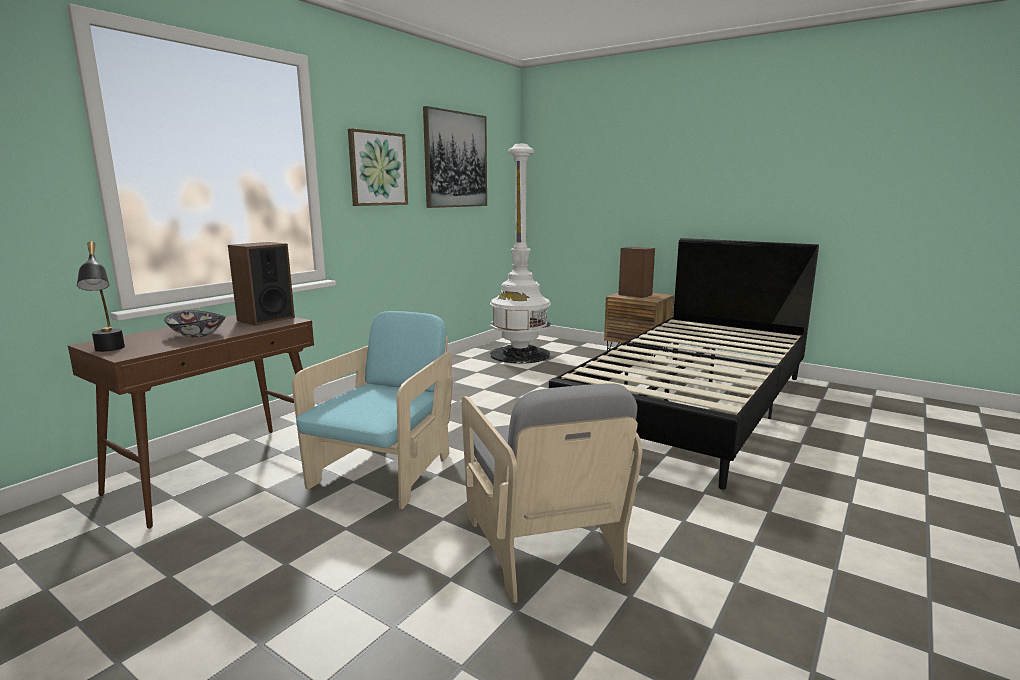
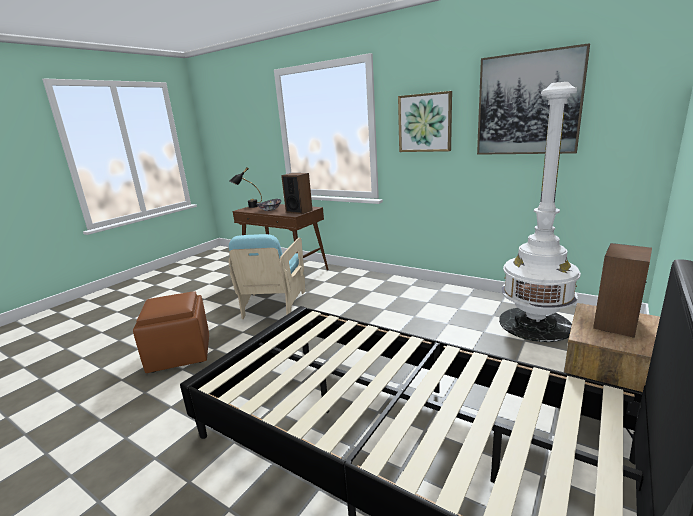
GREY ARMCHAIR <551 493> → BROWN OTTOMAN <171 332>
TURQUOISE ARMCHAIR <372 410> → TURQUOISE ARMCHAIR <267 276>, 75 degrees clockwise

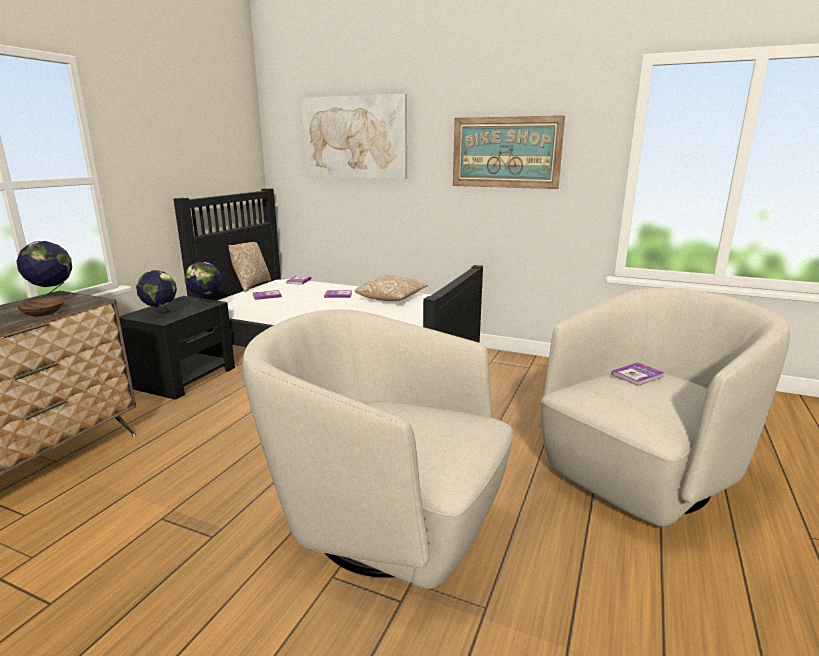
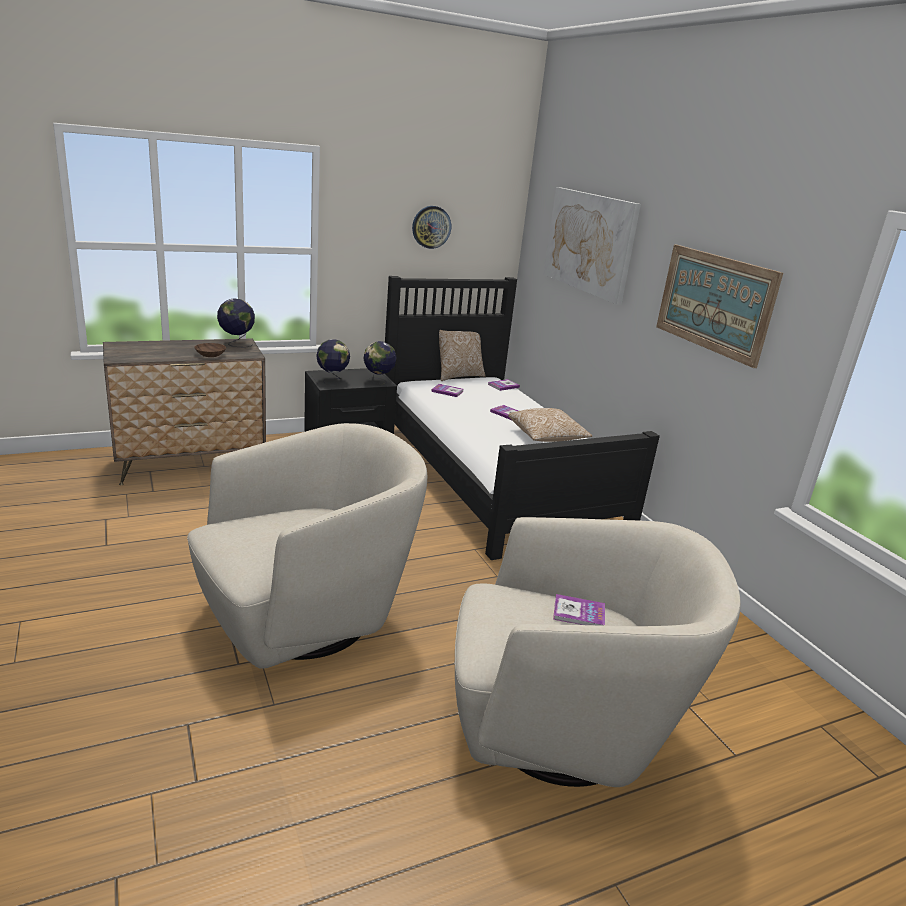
- → WALL CLOCK <431 227>
BEIGE ARMCHAIR <377 449> → BEIGE ARMCHAIR <307 546>, 75 degrees clockwise

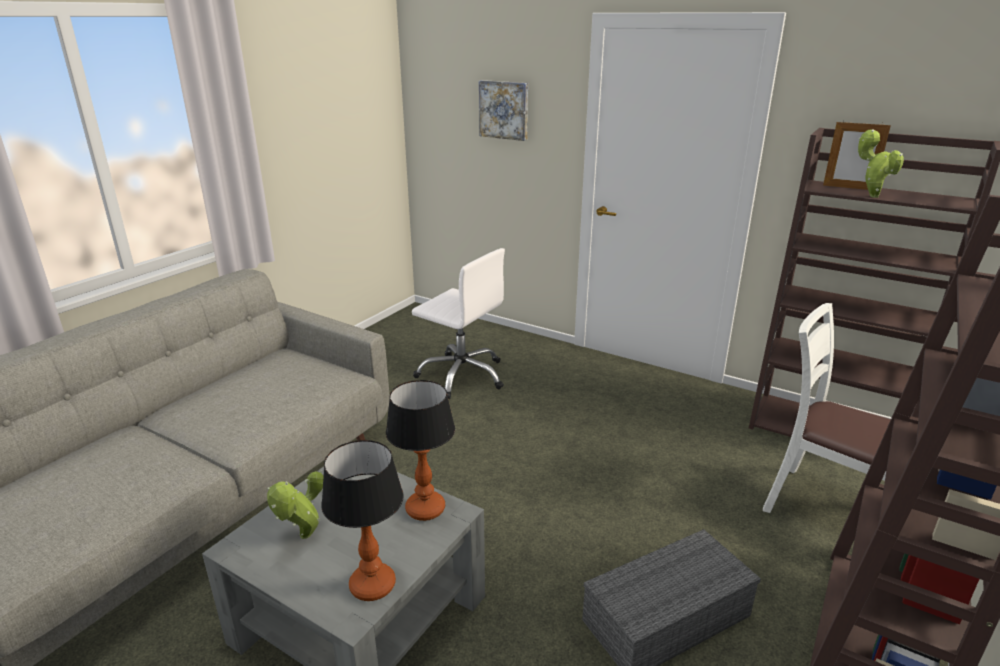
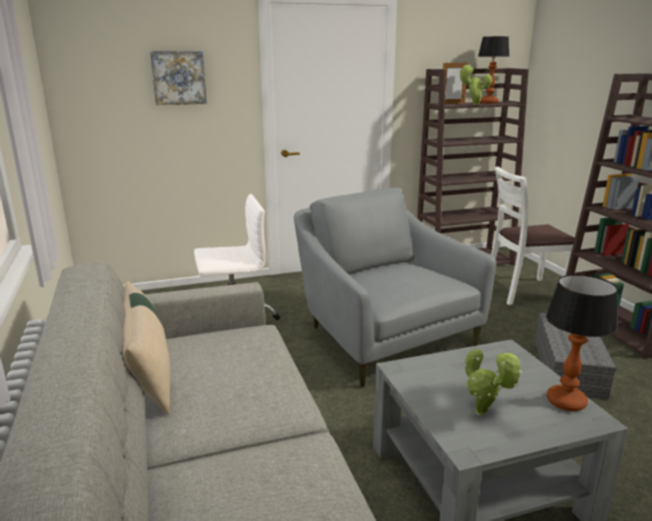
- → BEIGE PILLOW <147 347>
- → GREY ARMCHAIR <395 287>
TABLE LAMP <420 450> → TABLE LAMP <494 70>, relocated

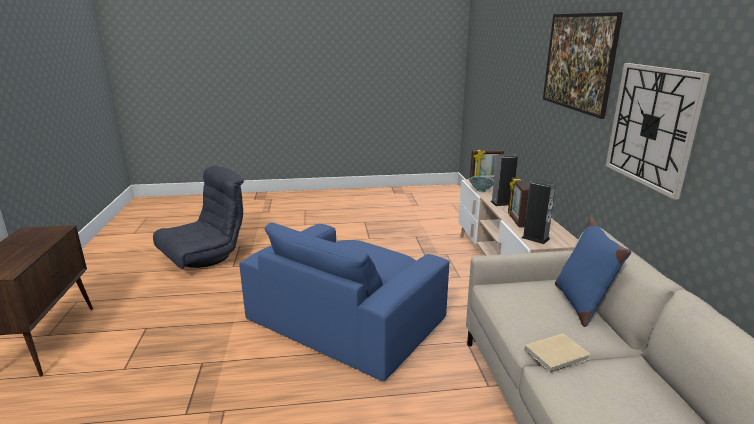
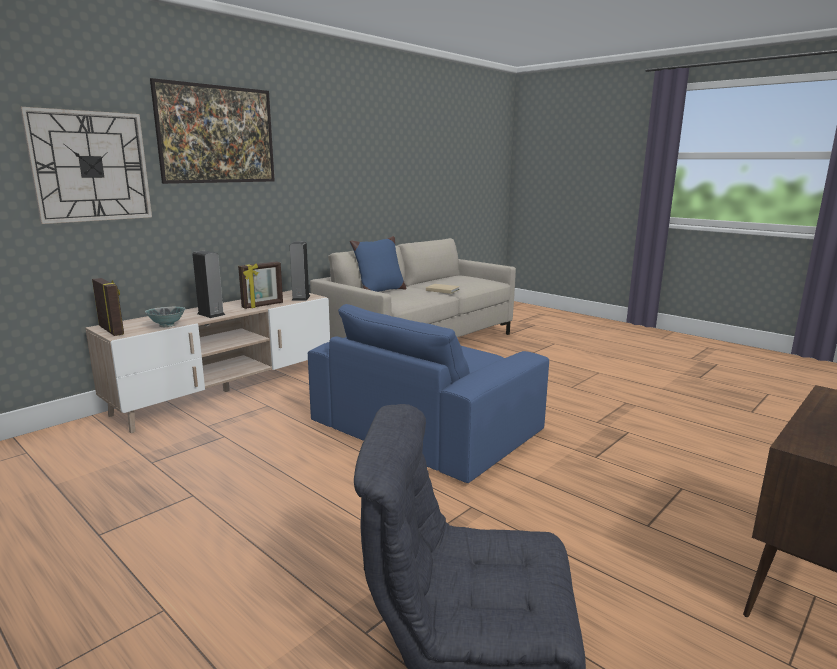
WALL CLOCK <658 131> → WALL CLOCK <86 165>, relocated
BLUE ARMCHAIR <344 302> → BLUE ARMCHAIR <428 393>, 135 degrees clockwise

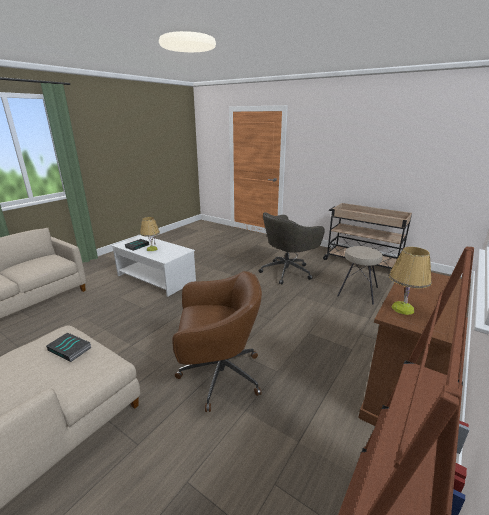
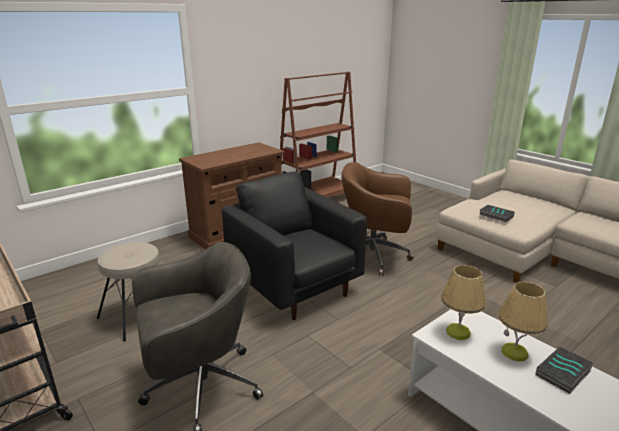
- → BLACK ARMCHAIR <294 245>
TABLE LAMP <410 281> → TABLE LAMP <463 302>, relocated

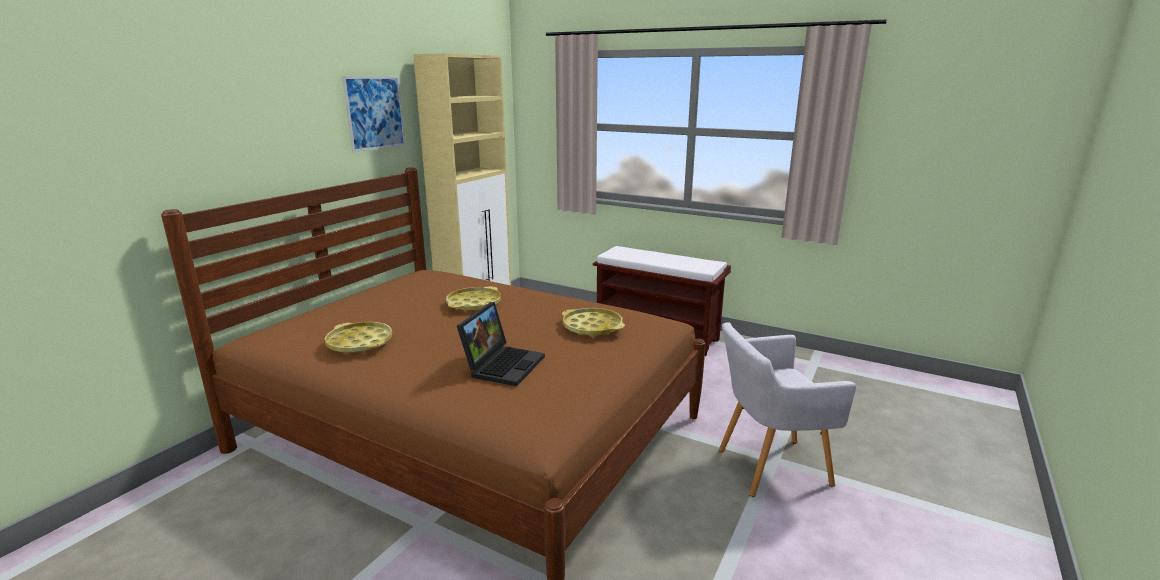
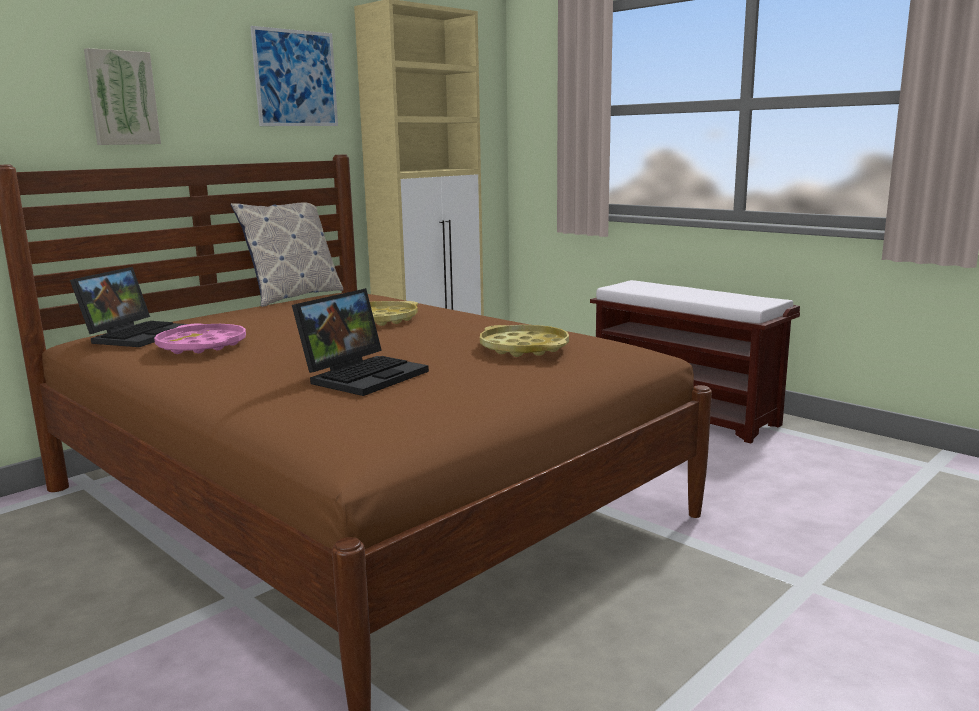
GREY ARMCHAIR <787 409> → -
- → LAPTOP <128 307>
- → PICTURE <122 96>
- → PILLOW <287 254>
YELLOW TRAY <358 338> → PINK TRAY <200 338>

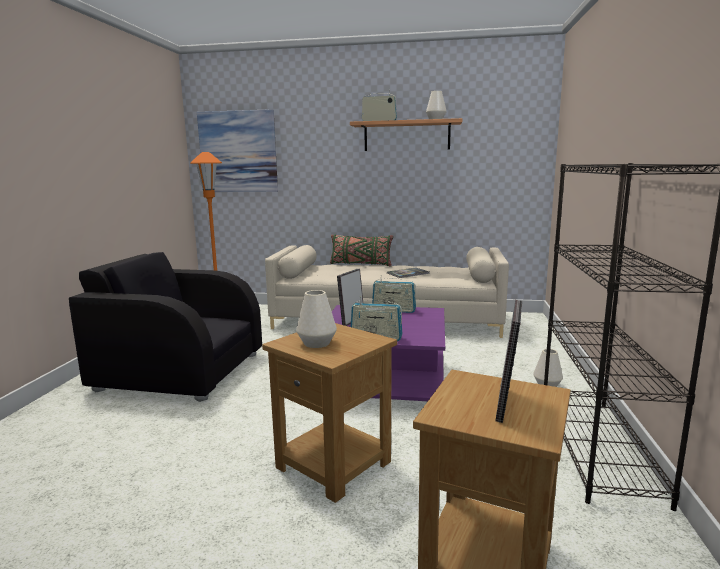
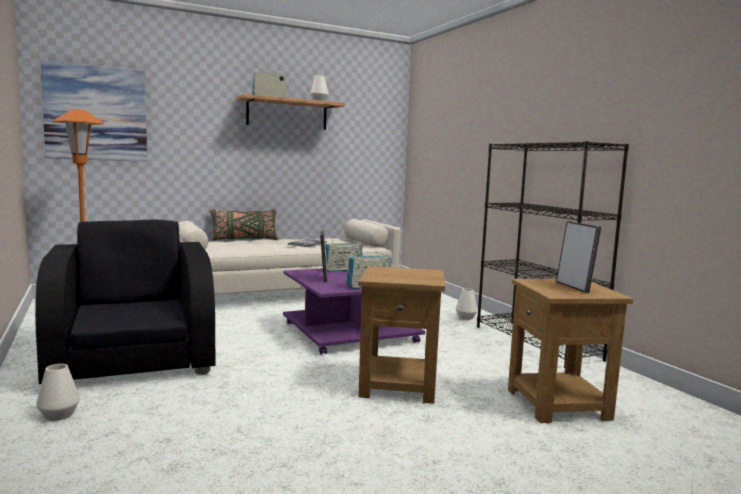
WHITE VASE <316 319> → WHITE VASE <58 392>, relocated
BLACK ARMCHAIR <165 327> → BLACK ARMCHAIR <125 302>, 90 degrees clockwise

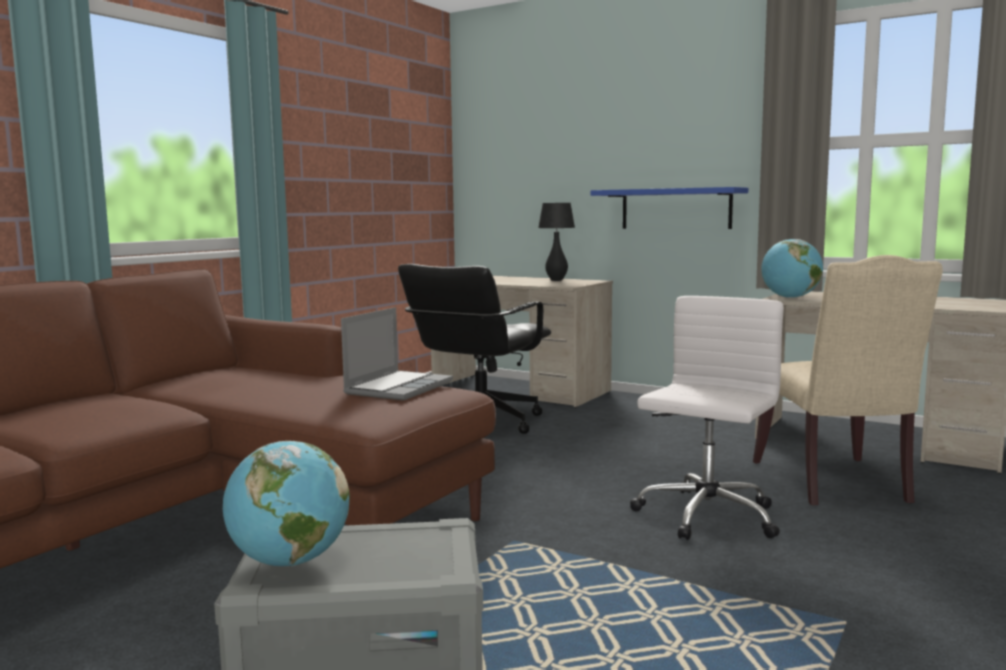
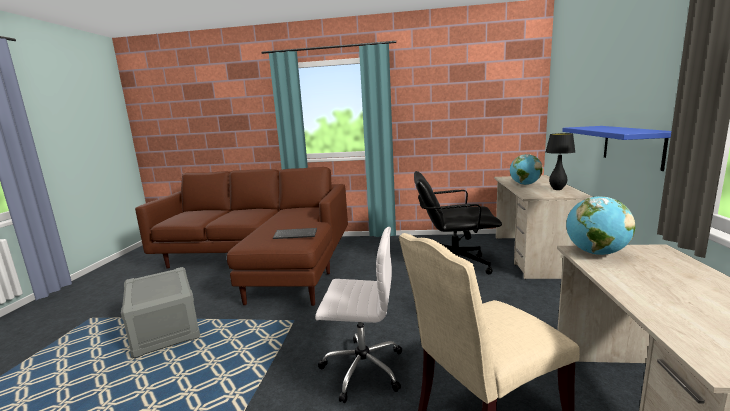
GLOBE <286 503> → GLOBE <526 169>, relocated
LAPTOP <397 354> → KEYBOARD <295 233>

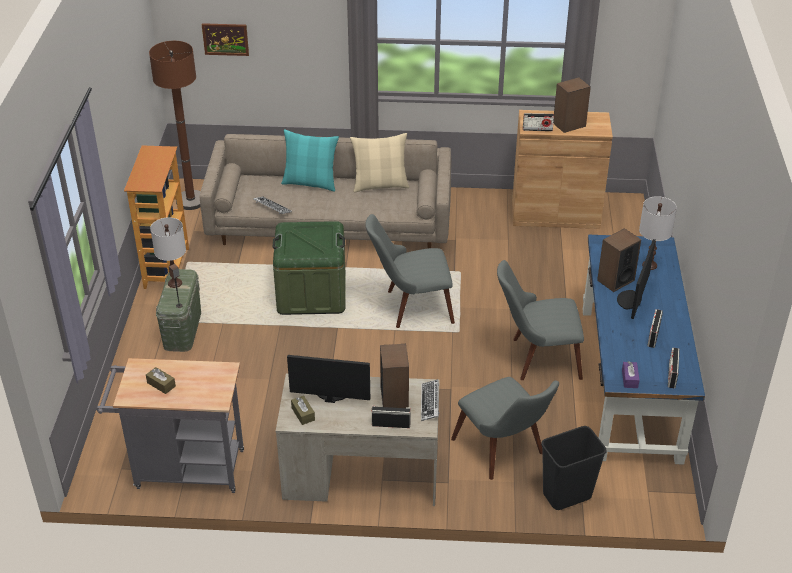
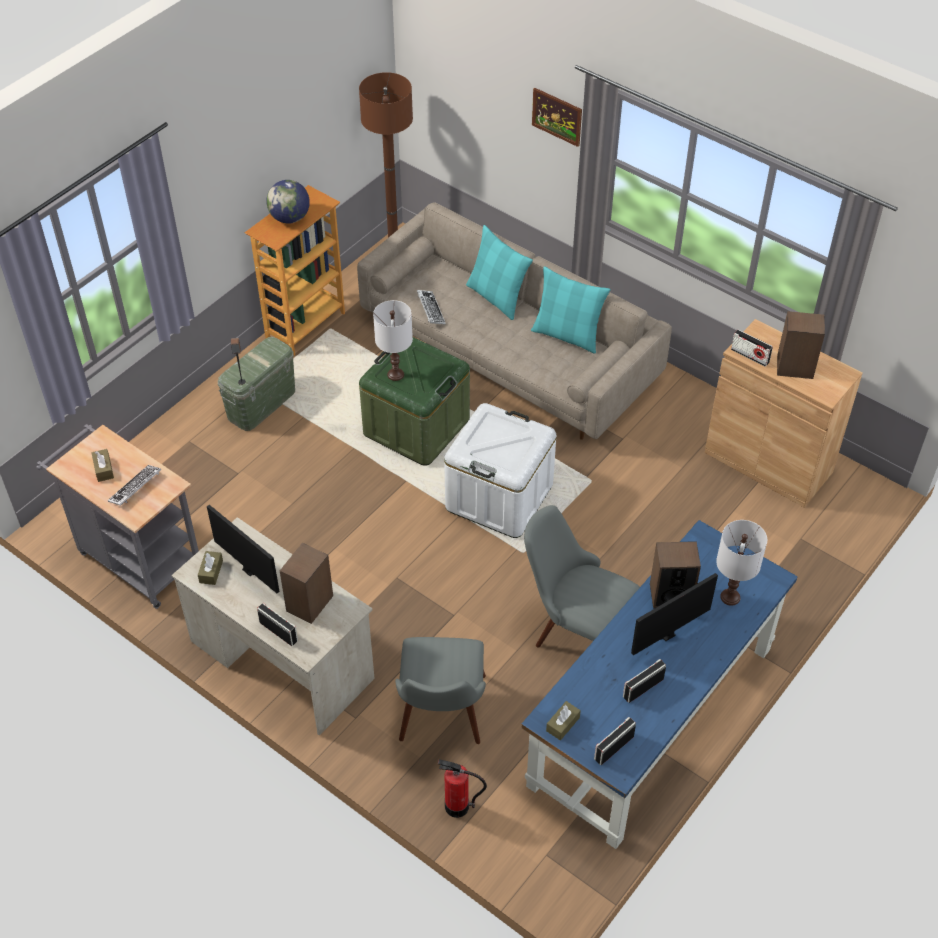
- → GLOBE <288 202>
WHITE TABLE LAMP <168 252> → WHITE TABLE LAMP <393 340>, relocated
PICTURE <225 39> → PICTURE <557 117>, relocated
KEYBOARD <430 400> → KEYBOARD <134 485>, relocated
GREY CHAIR <410 271> → WHITE STORAGE BOX <500 470>
BLACK TRASH CAN <574 468> → FIRE EXTINGUISHER <462 788>
BEIGE PILLOW <379 162> → TURQUOISE PILLOW <570 310>
PURPLE TISSUE BOX <631 374> → BROWN TISSUE BOX <563 720>

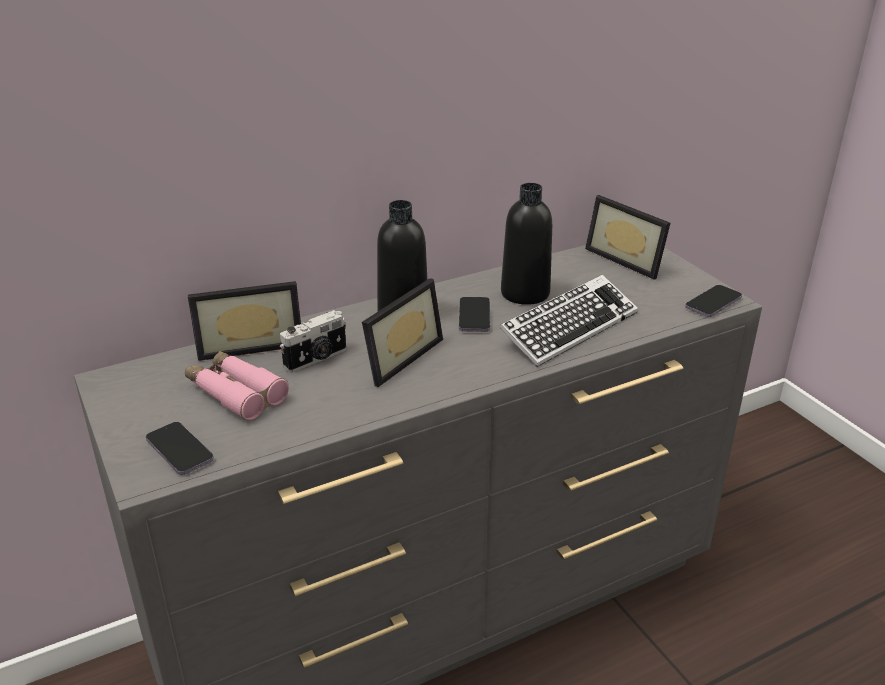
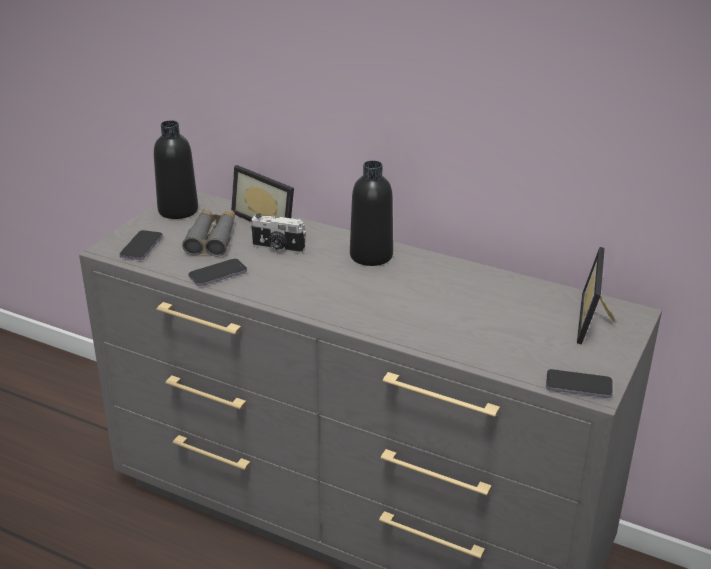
PICTURE FRAME <402 332> → -
KEYBOARD <568 321> → -
PHONE <474 314> → PHONE <217 272>, relocated
BLACK BOTTLE <526 244> → BLACK BOTTLE <176 169>, relocated
PINK BINOCULARS <237 385> → GREY BINOCULARS <208 233>

